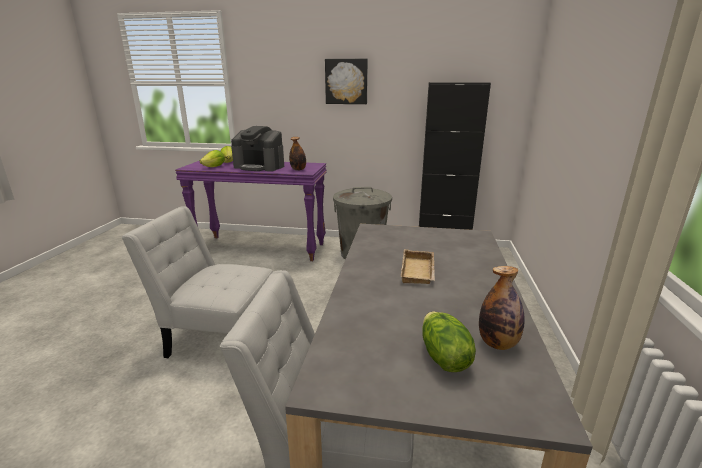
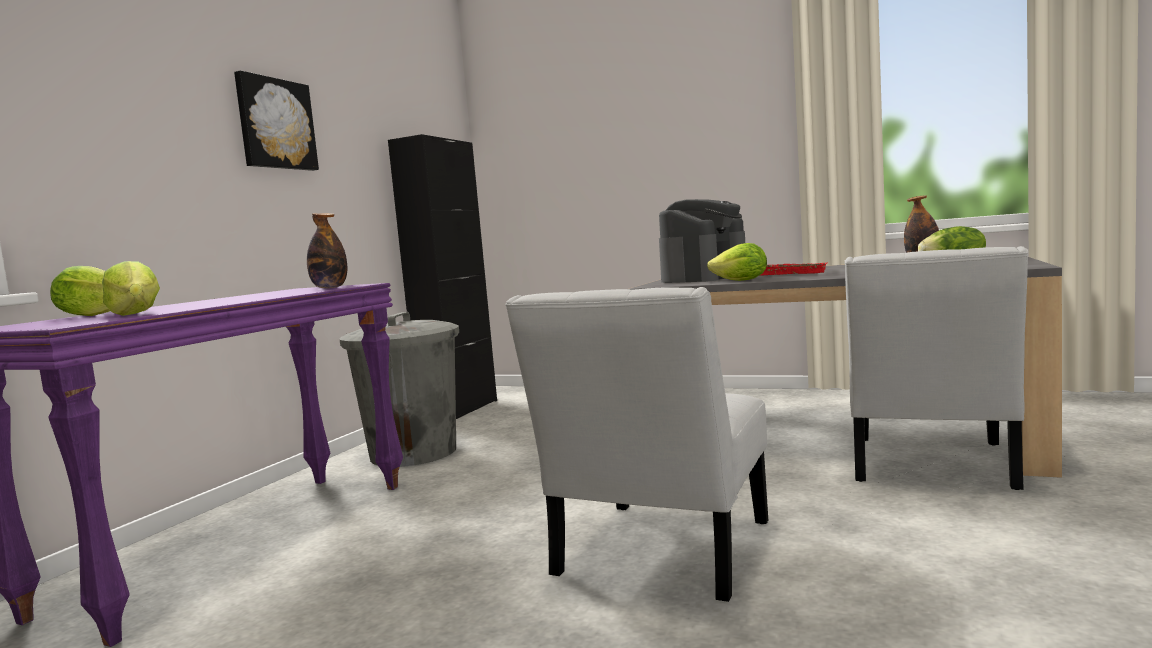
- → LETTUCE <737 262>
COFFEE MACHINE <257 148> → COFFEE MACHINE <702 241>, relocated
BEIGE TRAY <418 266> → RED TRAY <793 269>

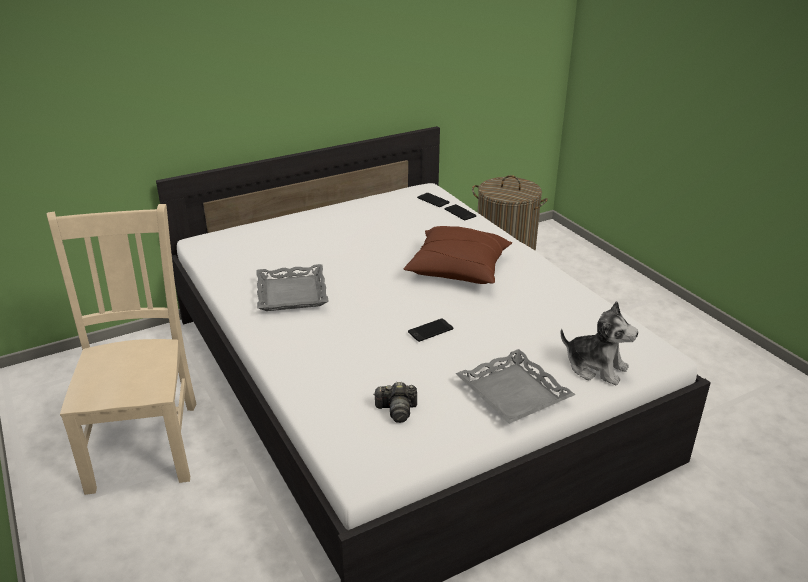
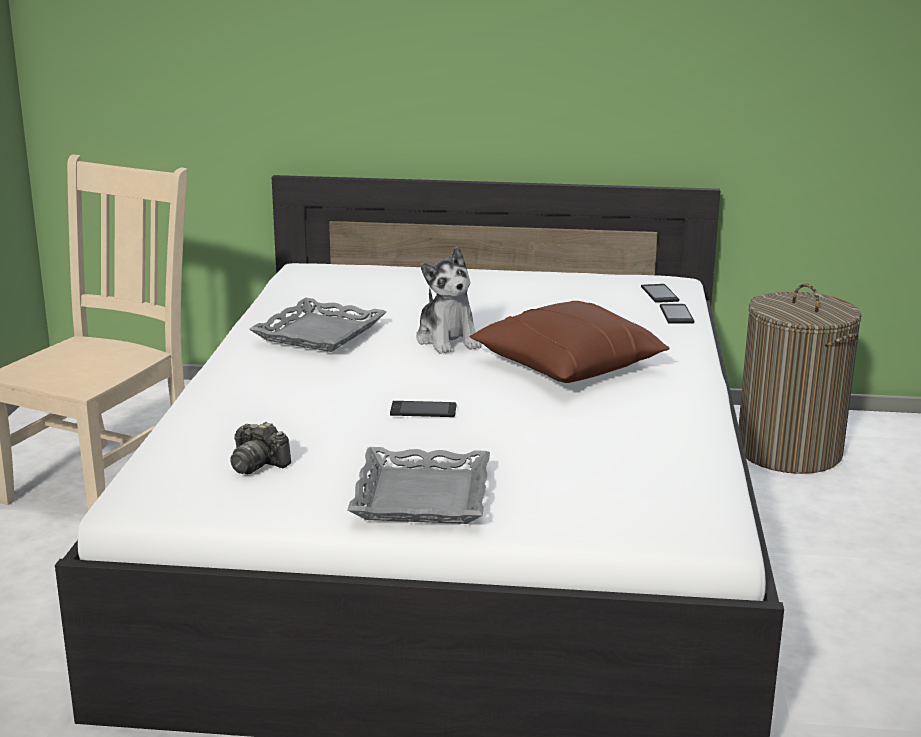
PLUSH TOY <599 343> → PLUSH TOY <448 300>, relocated

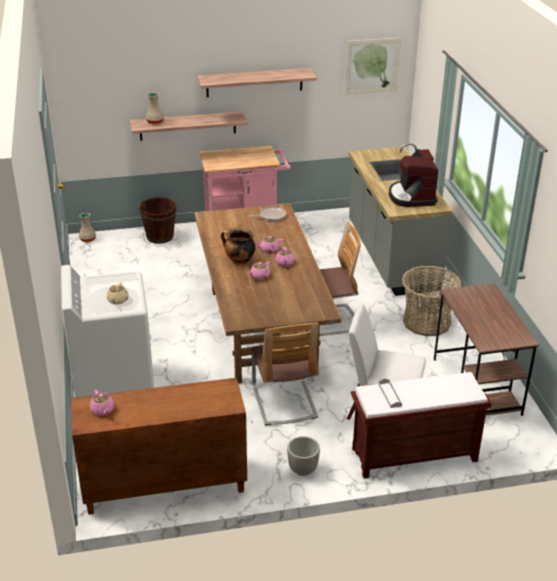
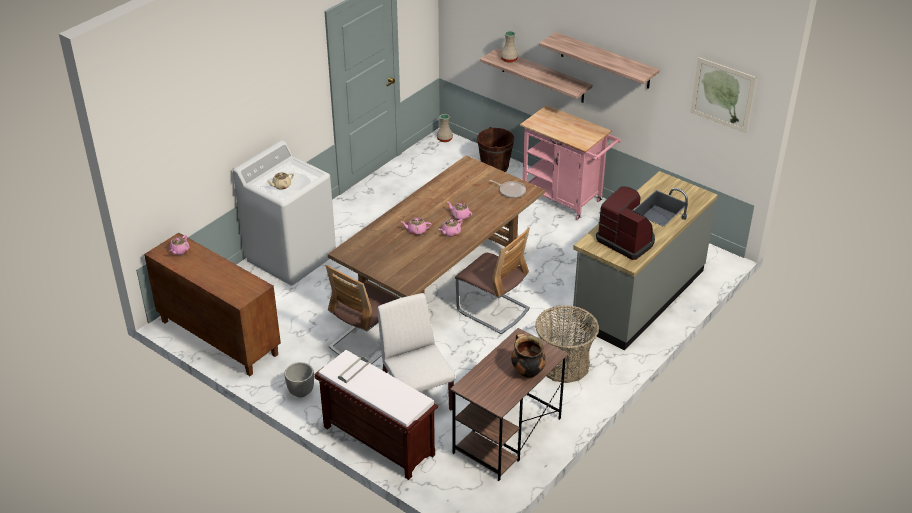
COOKING POT <238 246> → COOKING POT <528 356>, relocated
COFFEE MACHINE <413 178> → COFFEE MACHINE <625 223>, 90 degrees clockwise

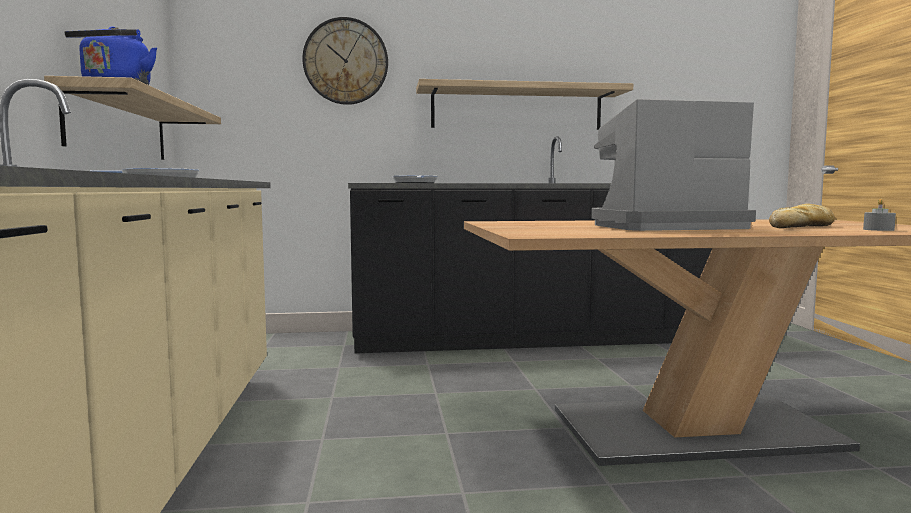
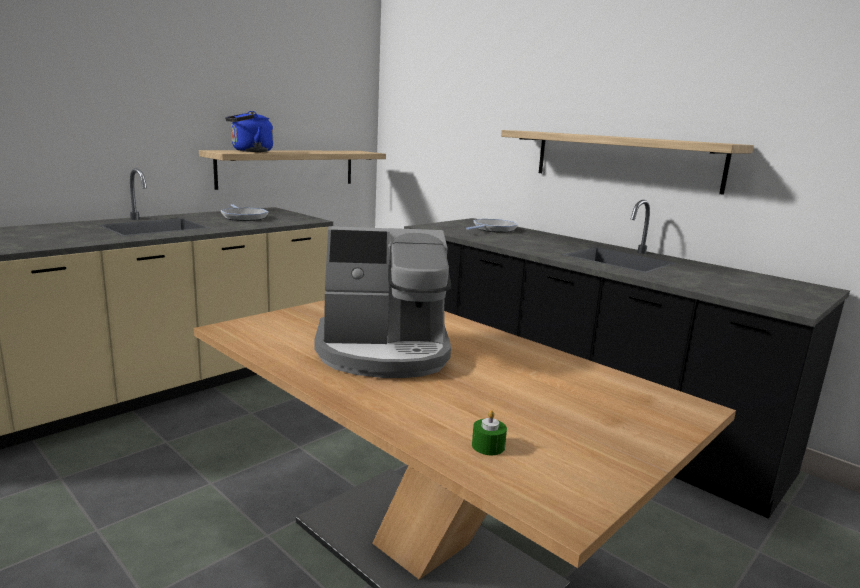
WALL CLOCK <345 61> → -
BREAD <801 216> → -
GREY CANDLE <879 215> → GREEN CANDLE <489 432>
COFFEE MACHINE <673 165> → COFFEE MACHINE <383 302>, 135 degrees clockwise

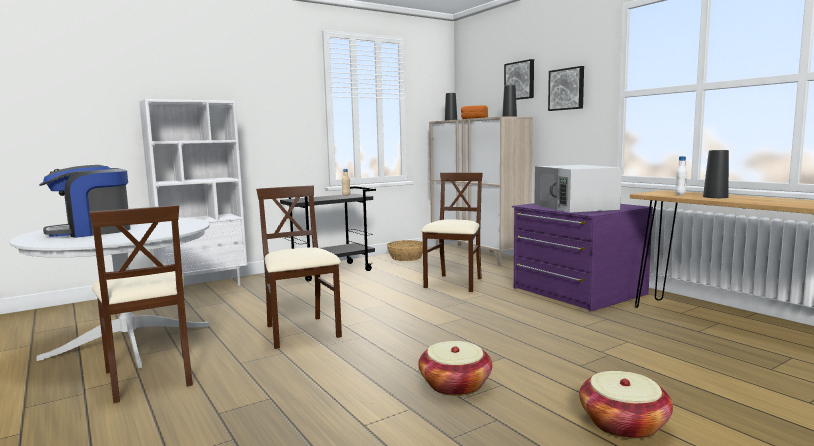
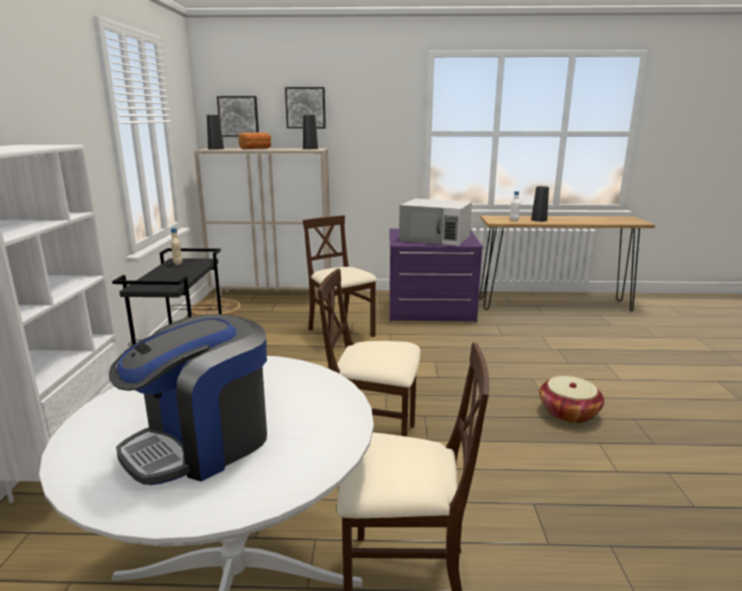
BASKET <626 405> → -
PICTURE <566 88> → PICTURE <238 116>, relocated
COFFEE MACHINE <84 201> → COFFEE MACHINE <188 399>, 45 degrees clockwise

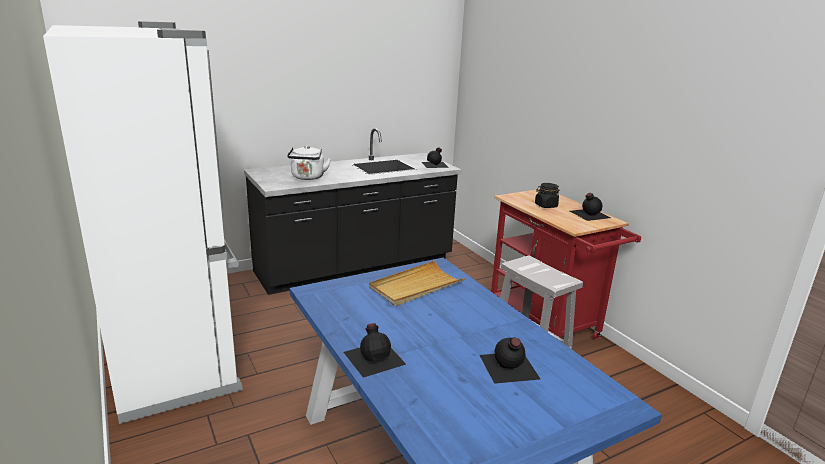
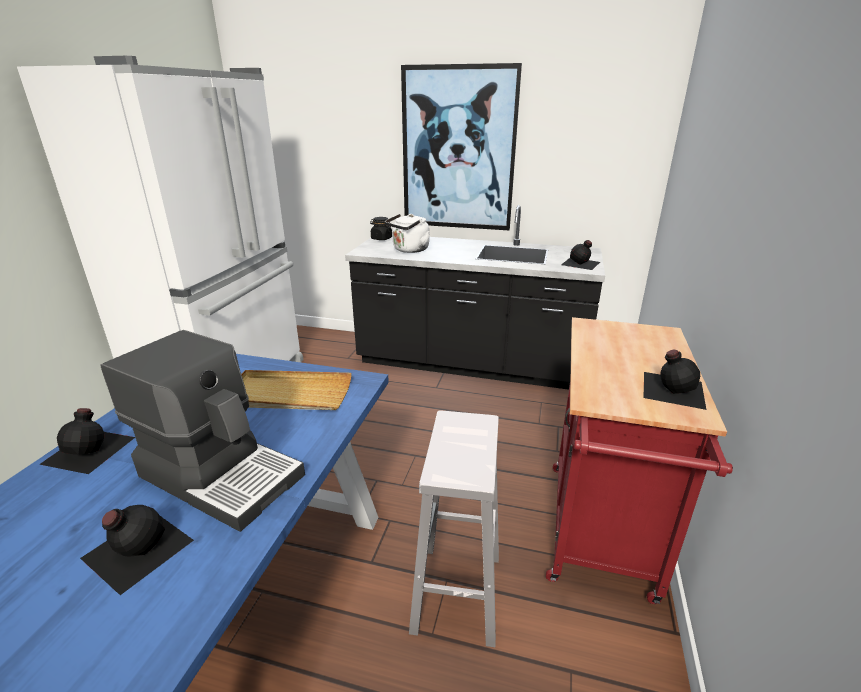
- → COFFEE MACHINE <203 431>
- → PICTURE <461 146>
BLACK JAR <547 195> → BLACK JAR <381 228>, relocated

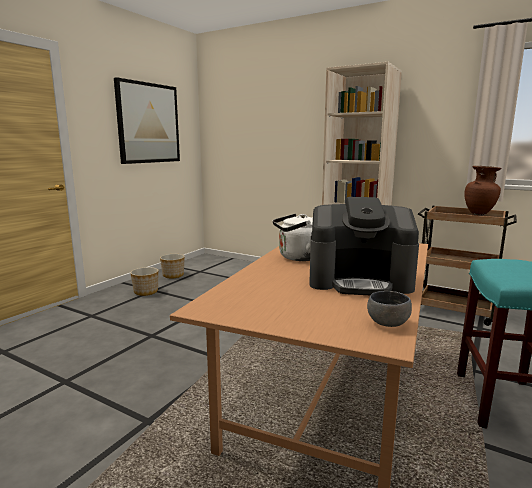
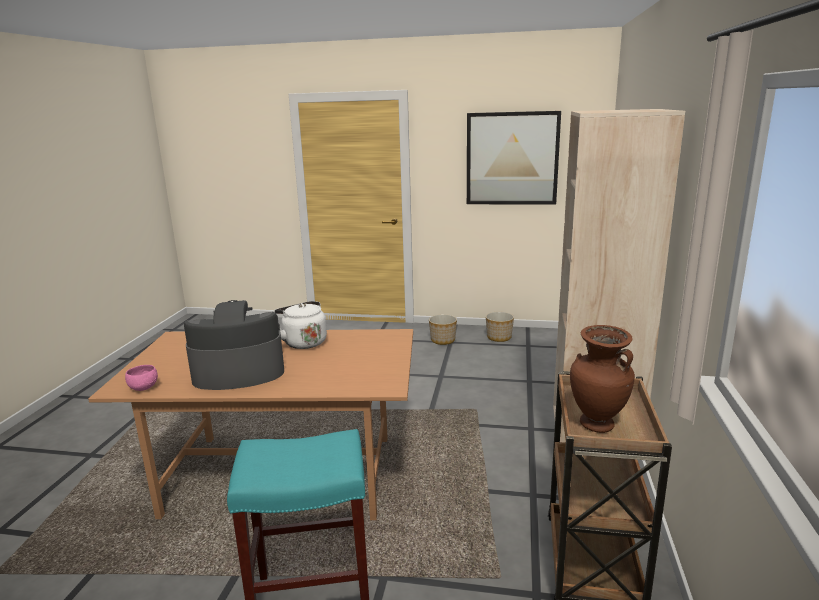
GREY BOWL <389 309> → PINK BOWL <141 378>
COFFEE MACHINE <364 246> → COFFEE MACHINE <234 345>, 90 degrees clockwise

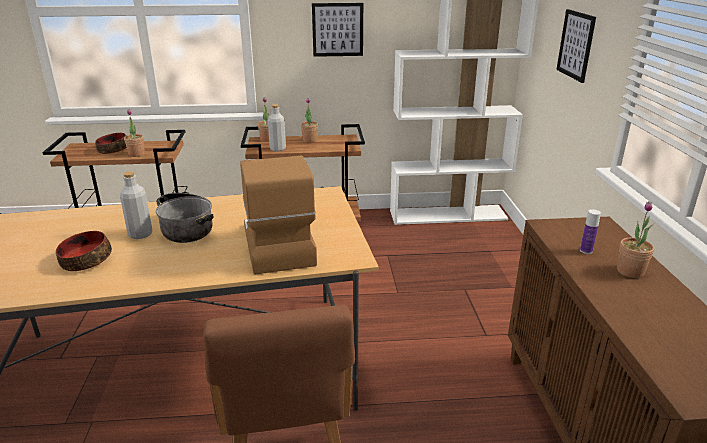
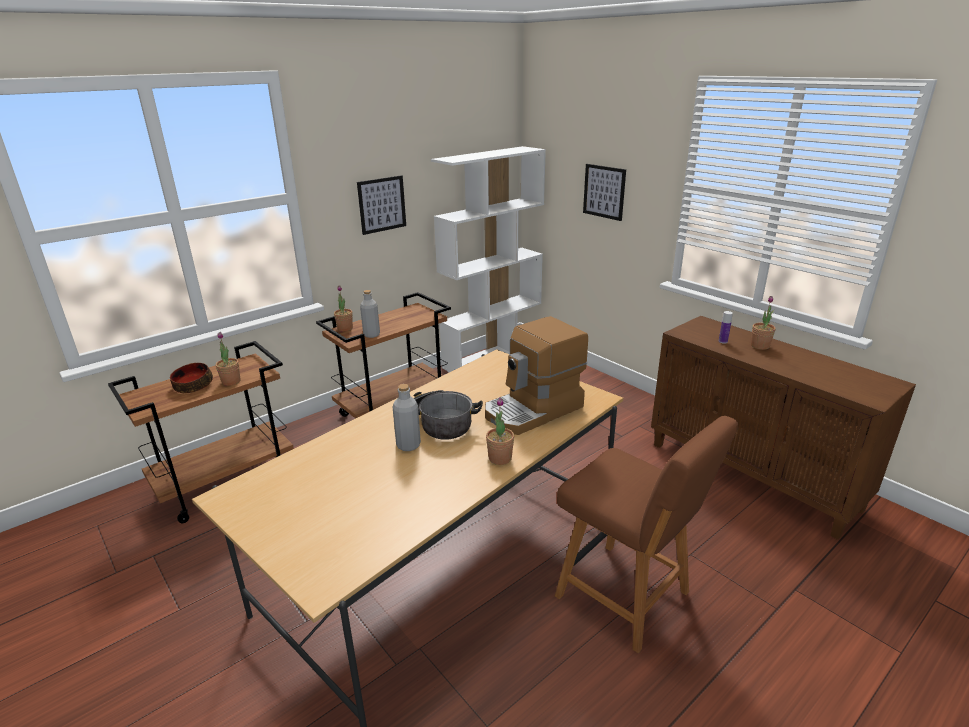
BOWL <84 251> → -
POTTED PLANT <309 120> → POTTED PLANT <500 431>, relocated
COFFEE MACHINE <278 214> → COFFEE MACHINE <536 375>, 75 degrees counterclockwise

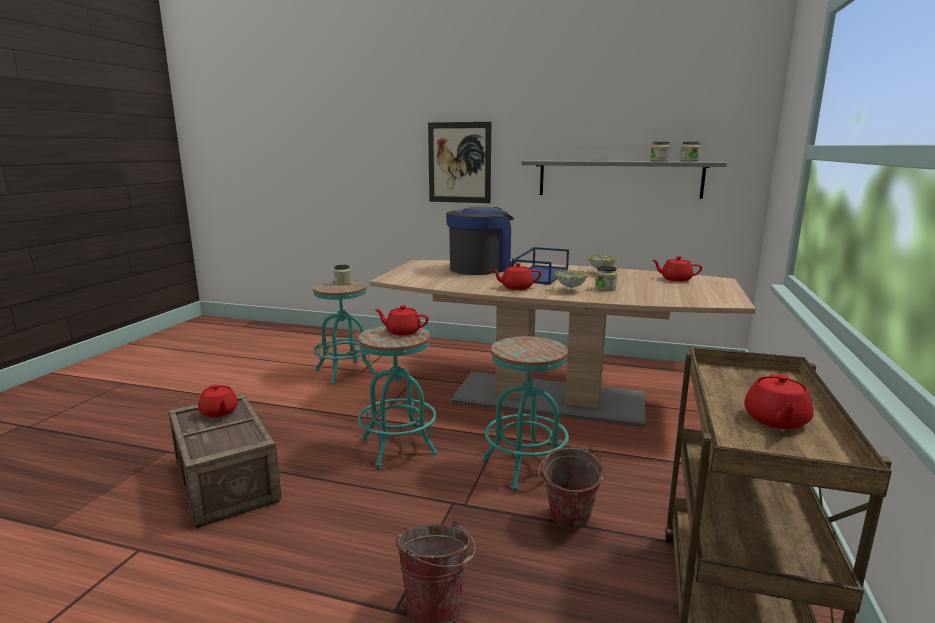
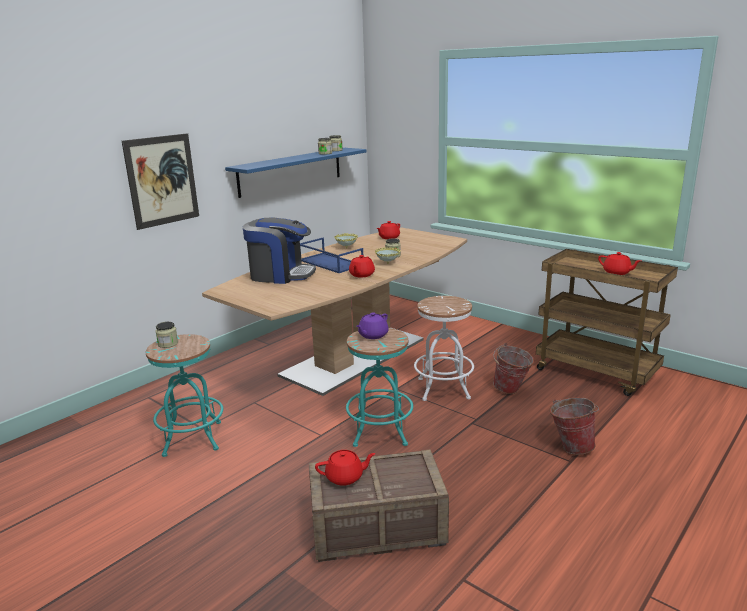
RED TEAPOT <401 320> → PURPLE TEAPOT <372 325>
TURQUOISE STOOL <526 413> → WHITE STOOL <444 348>
GREY SHELF <624 179> → BLUE SHELF <296 173>
COFFEE MACHINE <481 240> → COFFEE MACHINE <279 251>, 120 degrees clockwise

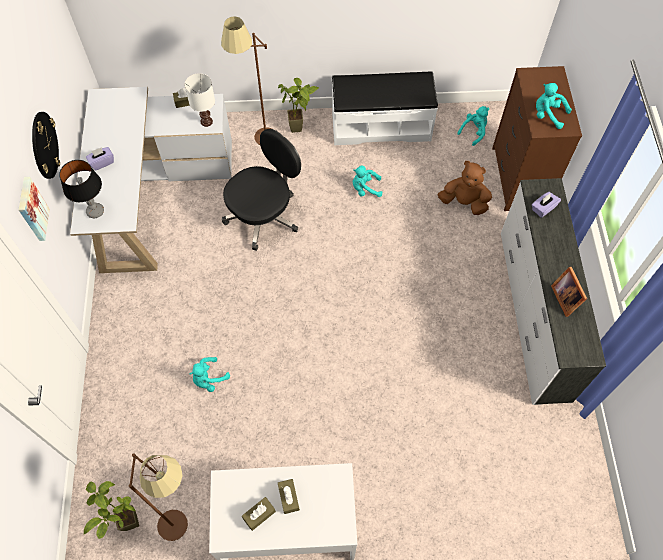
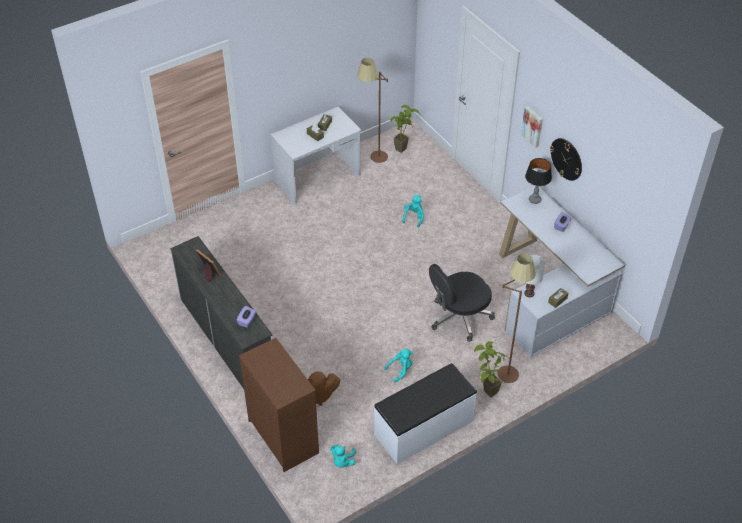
TURQUOISE PLUSH TOY <554 106> → -
BLACK OFFICE CHAIR <261 190> → BLACK OFFICE CHAIR <462 303>, 45 degrees clockwise

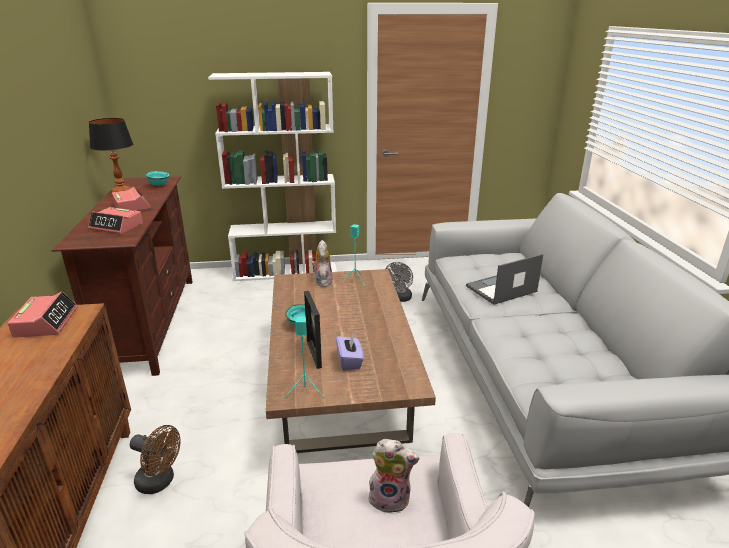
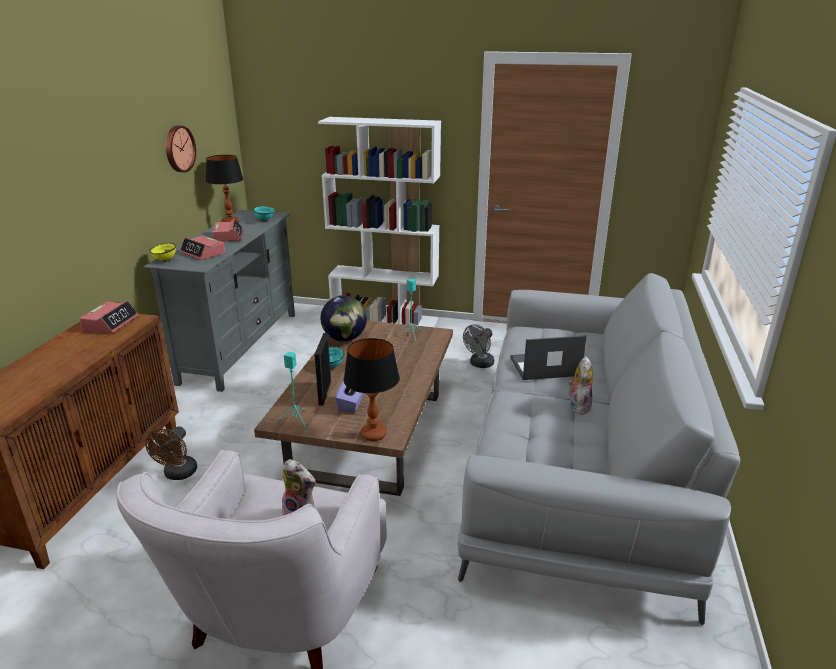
- → YELLOW BOWL <163 252>
- → WALL CLOCK <181 149>
- → GLOBE <344 318>
- → TABLE LAMP <372 389>
PLUSH TOY <322 263> → PLUSH TOY <580 385>, relocated
BROWN TV STAND <122 276> → GREY TV STAND <219 301>
BROWN FAN <155 459> → BROWN FAN <171 453>, 60 degrees clockwise

